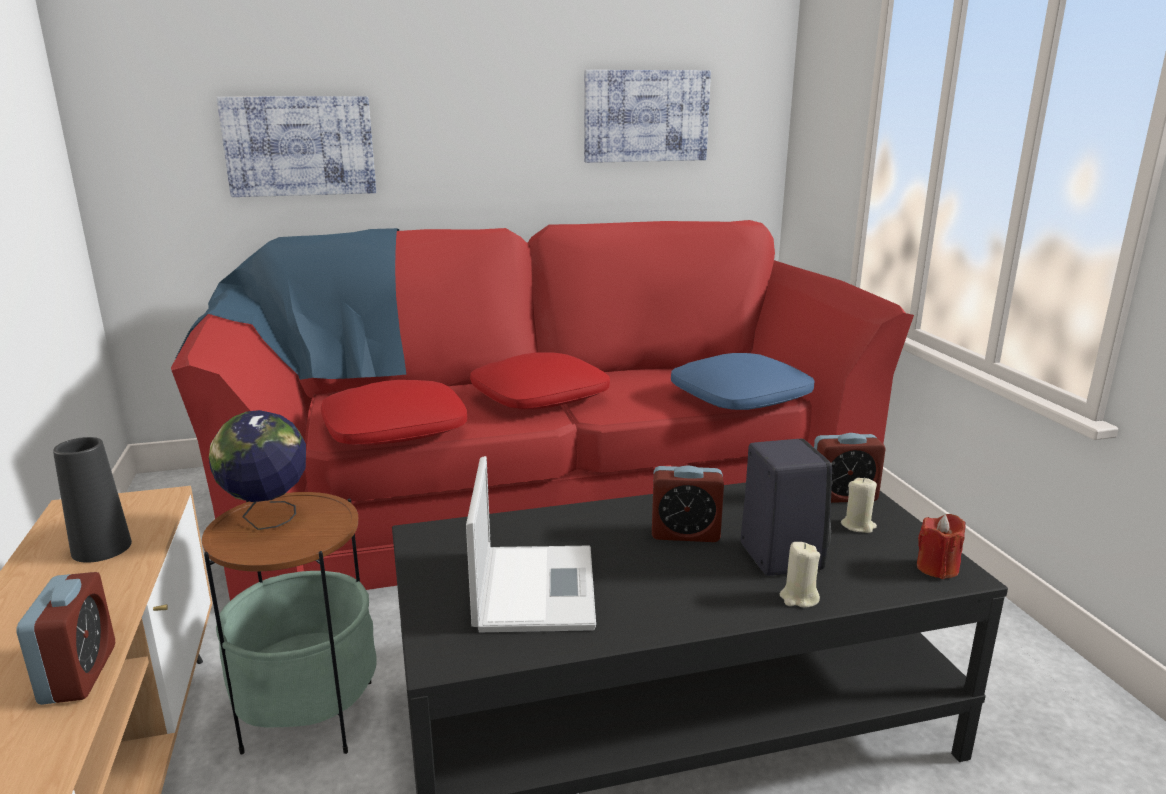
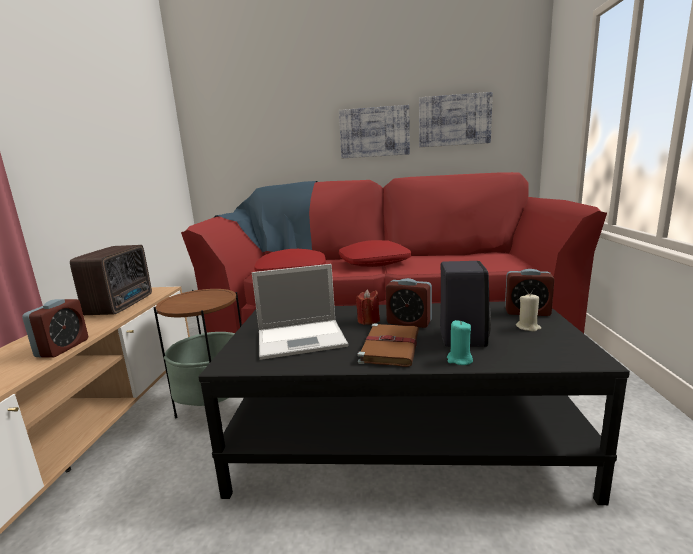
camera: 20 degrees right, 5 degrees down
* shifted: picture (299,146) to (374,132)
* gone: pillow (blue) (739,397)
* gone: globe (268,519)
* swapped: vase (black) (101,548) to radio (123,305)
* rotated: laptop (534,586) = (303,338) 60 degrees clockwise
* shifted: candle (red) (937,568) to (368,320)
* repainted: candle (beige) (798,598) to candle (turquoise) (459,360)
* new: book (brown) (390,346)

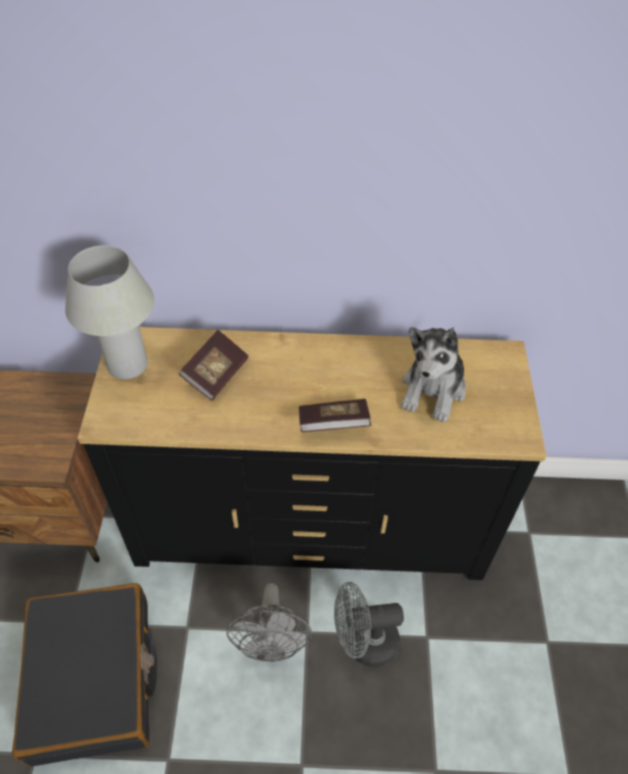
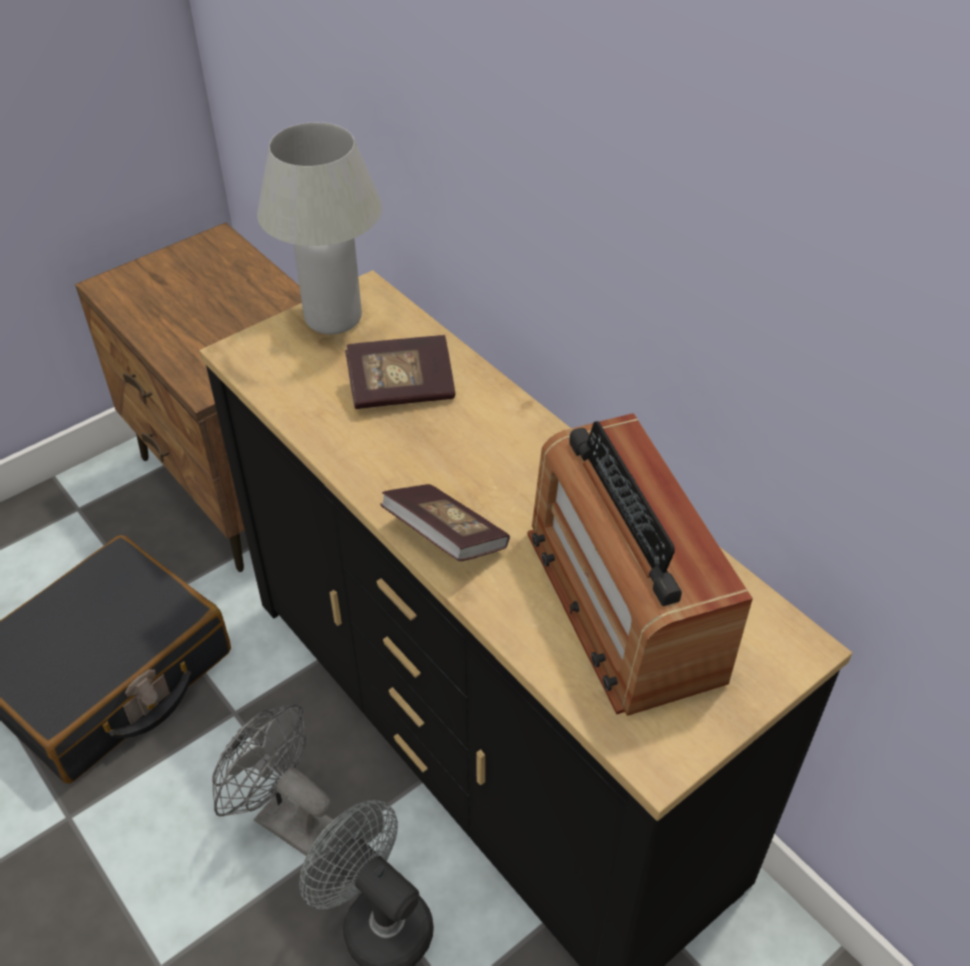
camera: 50 degrees right, 5 degrees down
* swapped: plush toy (433,390) to radio (622,602)
* rotated: fan (grey) (272,646) = (284,818) 75 degrees clockwise

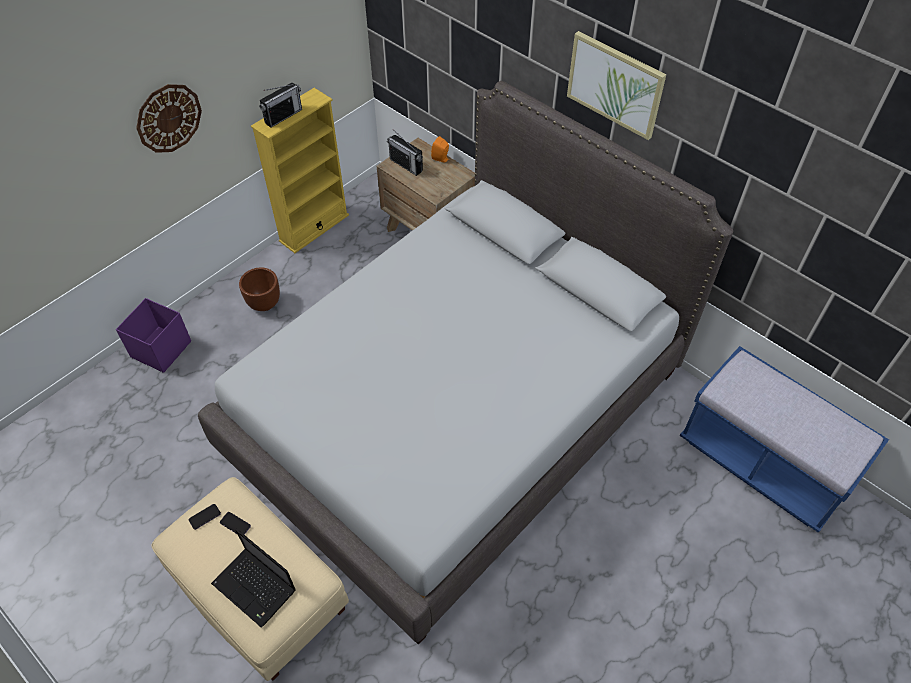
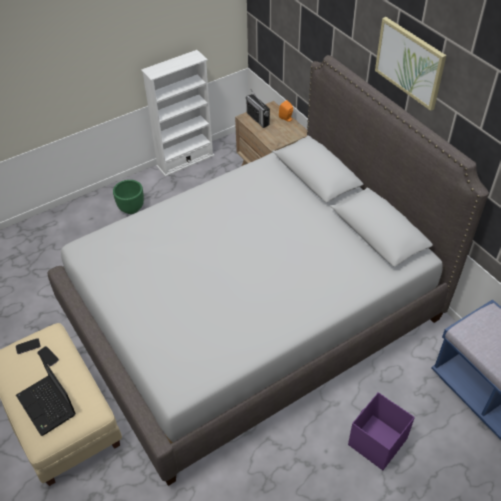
camera: 15 degrees right, 5 degrees down
* gone: radio (283,116)
* gone: wall clock (168,118)
* repainted: bookcase (yellow) (314,228) to bookcase (white) (185,161)
* repainted: planter (brown) (264,303) to planter (green) (131,208)
* shifted: storage box (purple) (160,350) to (376,442)

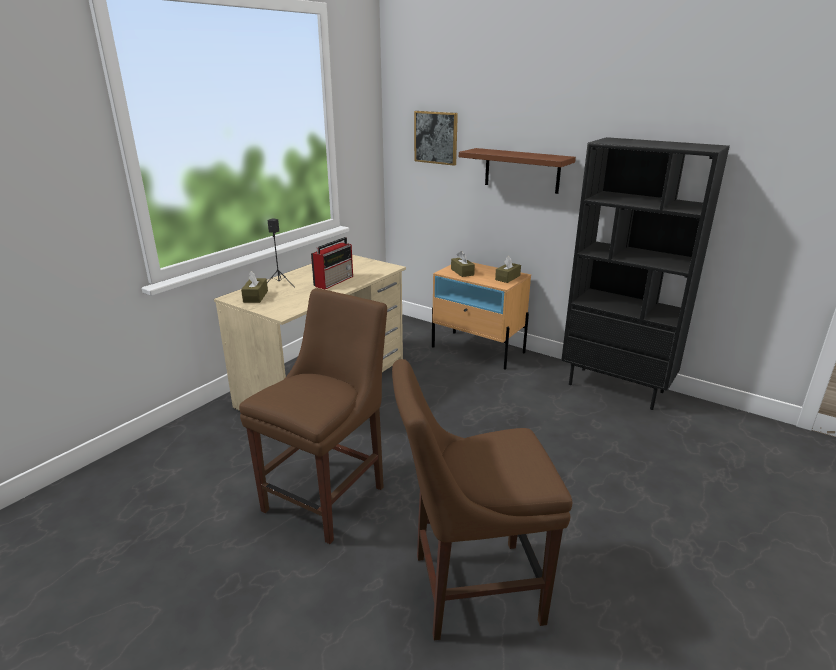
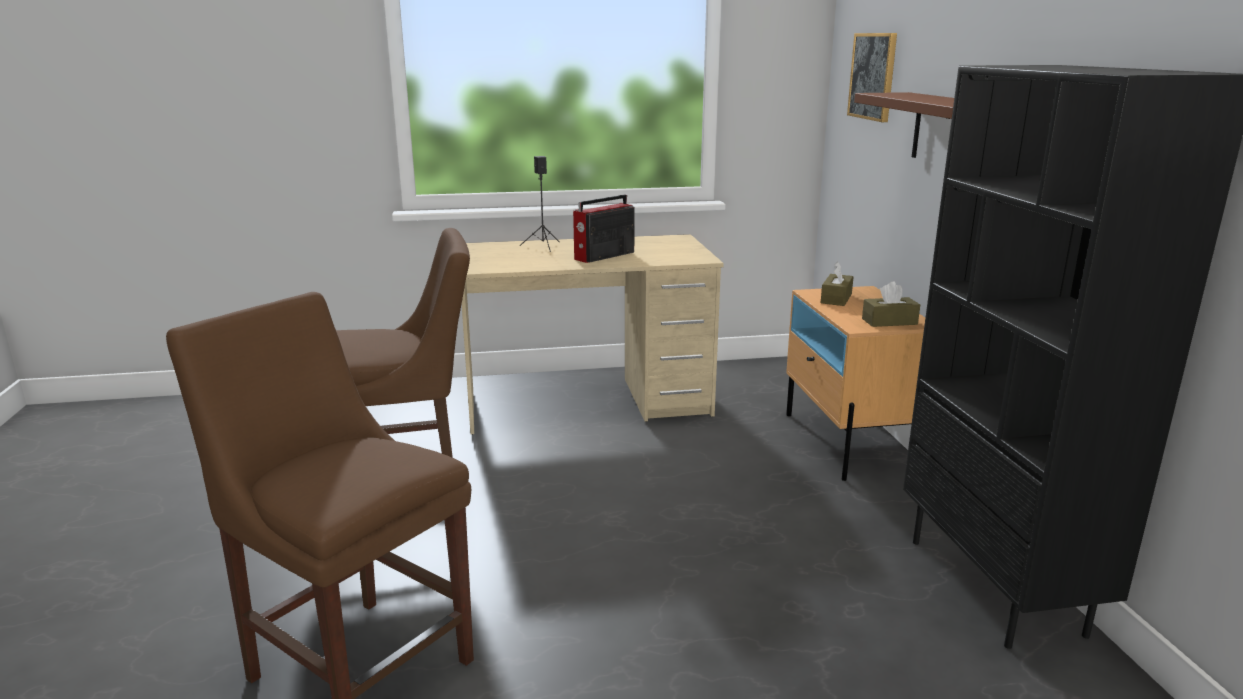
camera: 45 degrees right, 5 degrees down
* rotated: radio (334,281) = (603,256) 150 degrees clockwise
* gone: tissue box (brown) (255,296)

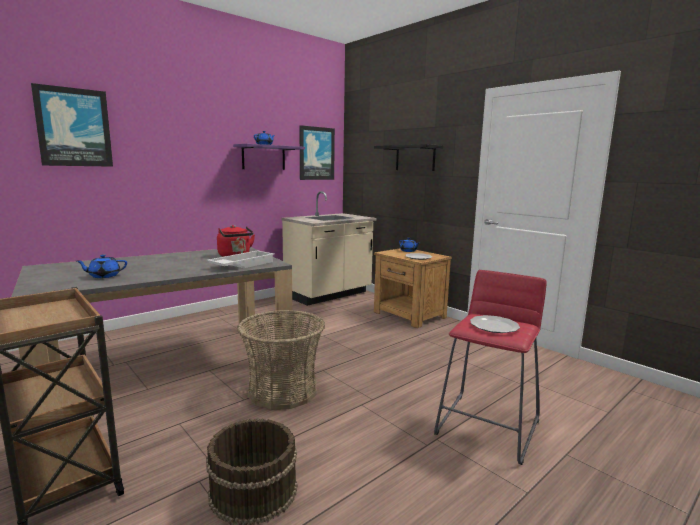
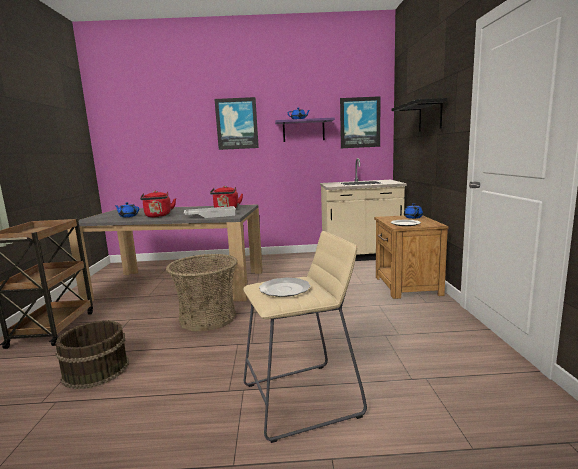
camera: 40 degrees right, 0 degrees up
* shifted: picture (74,127) to (237,123)
* repainted: stool (red) (487,426) to stool (beige) (301,399)
* new: kettle (red) (158,216)

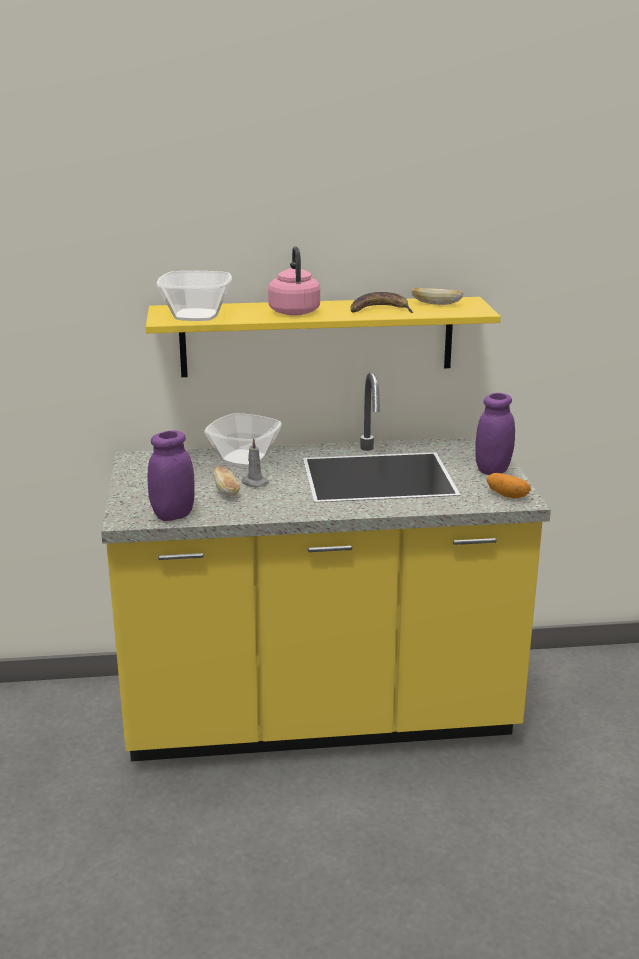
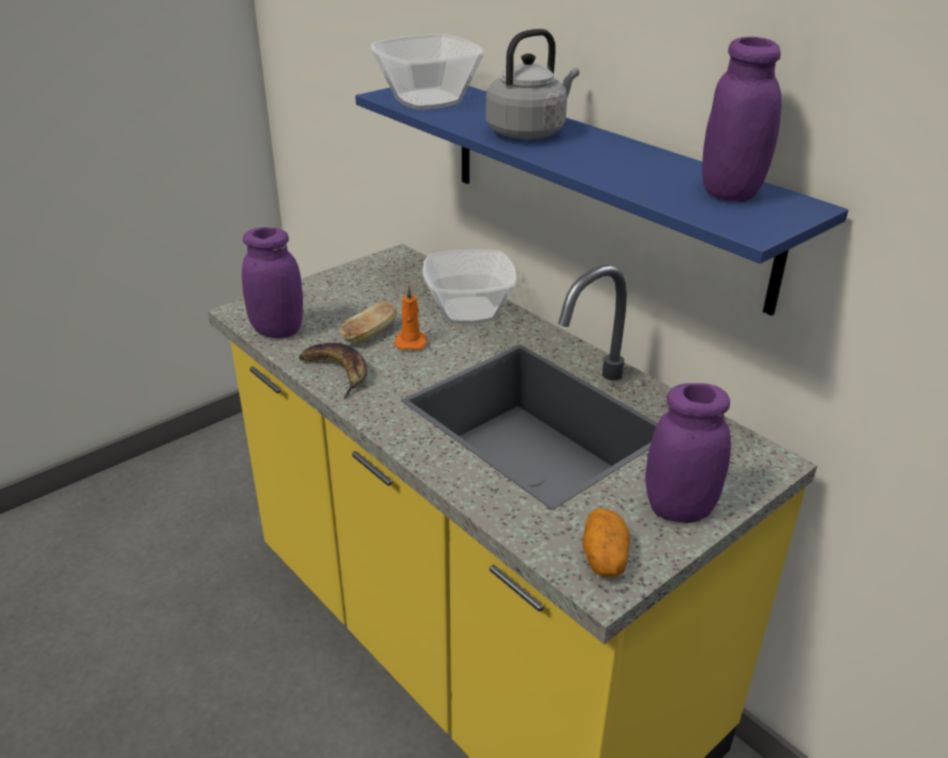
camera: 55 degrees right, 10 degrees up
* repainted: kettle (pink) (294,311) to kettle (grey) (529,132)
* swapped: bread (436,304) to jar (purple) (730,192)
* shifted: banana (380,310) to (337,372)
* repainted: shelf (yellow) (317,336) to shelf (blue) (601,185)
* repainted: candle (grey) (253,482) to candle (orange) (411,341)

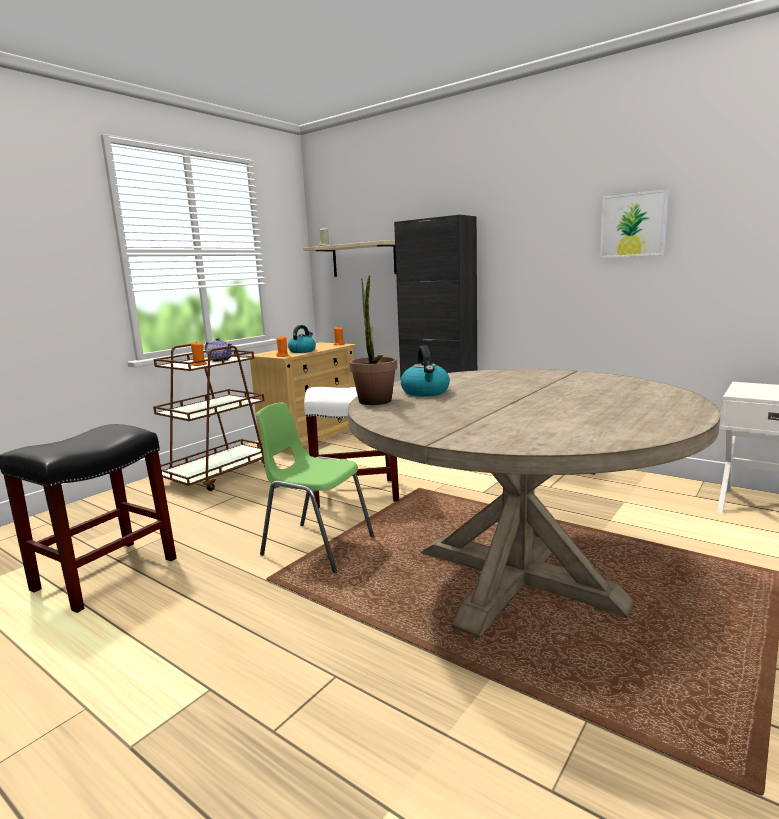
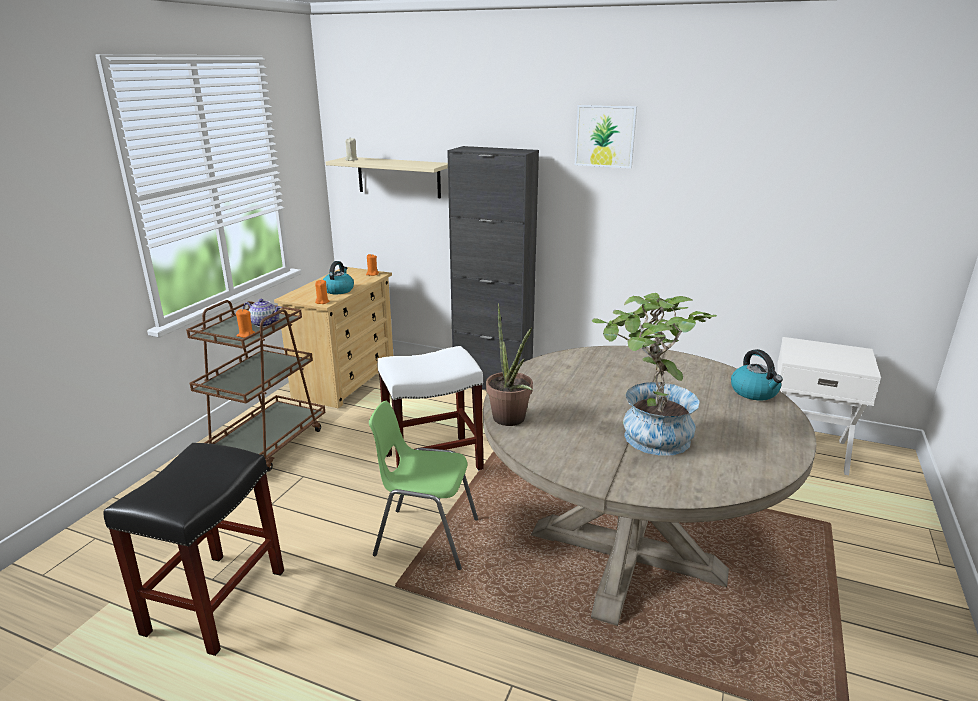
camera: 15 degrees left, 10 degrees up
* shifted: picture (633,225) to (605,136)
* shifted: kettle (425,392) to (755,392)
* new: potted plant (646,437)

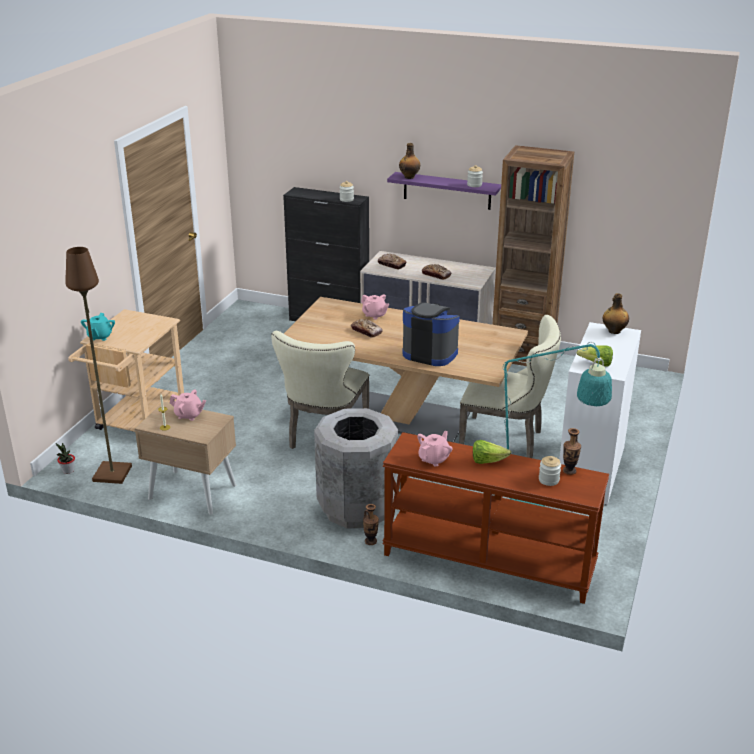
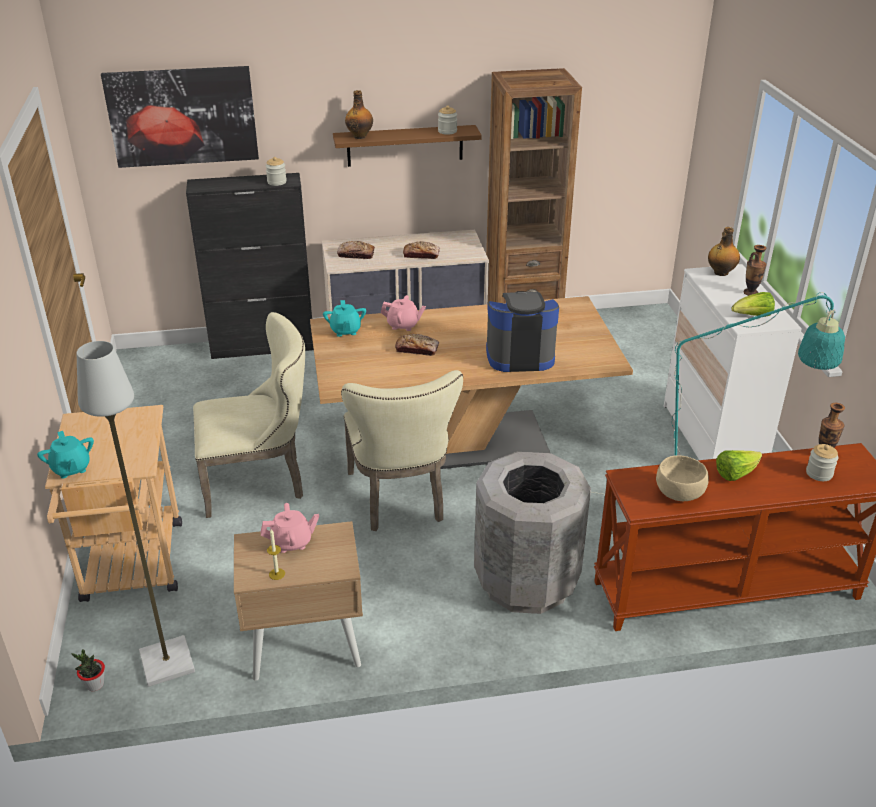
camera: 30 degrees left, 5 degrees up
* repainted: shelf (purple) (447,191) to shelf (brown) (405,145)
* repainted: floor lamp (brown) (112,473) to floor lamp (grey) (165,662)
* shifted: chair (beige) (506,439) to (260,481)
* swapped: teapot (pink) (434,459) to bowl (beige) (680,493)
* shifted: vase (370,541) to (750,293)
* new: picture (182,116)
* new: teapot (turquoise) (345,331)

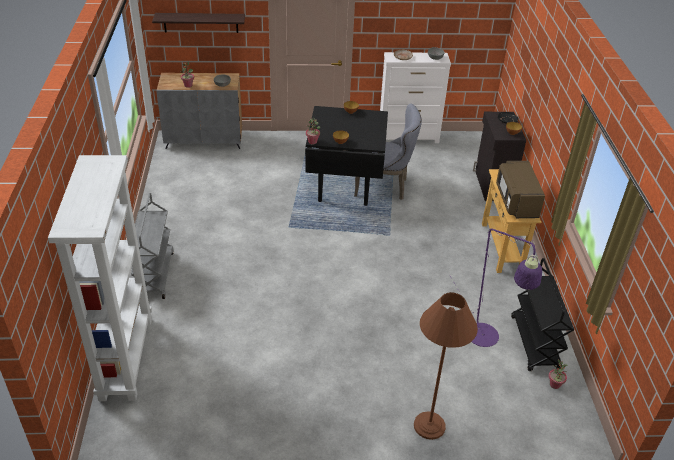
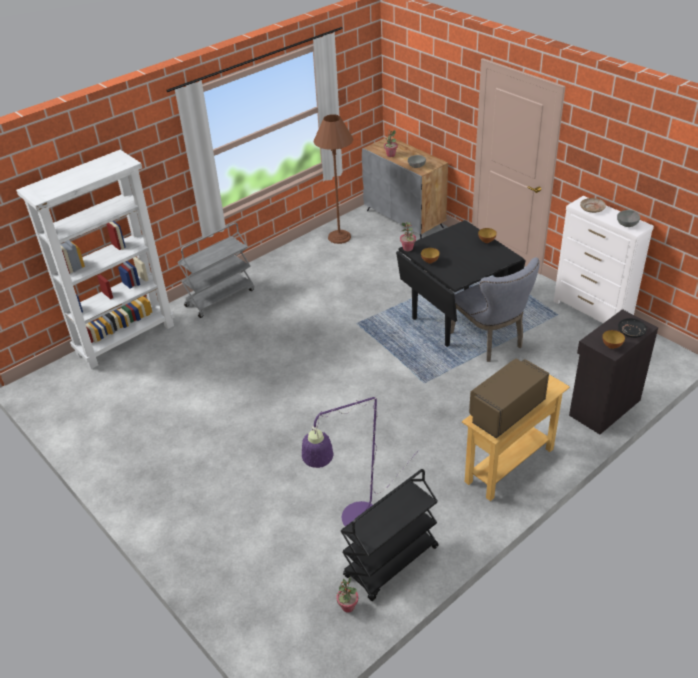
camera: 55 degrees right, 0 degrees up
* gone: shelf (201,22)
* shifted: floor lamp (brown) (429,426) to (339,237)

